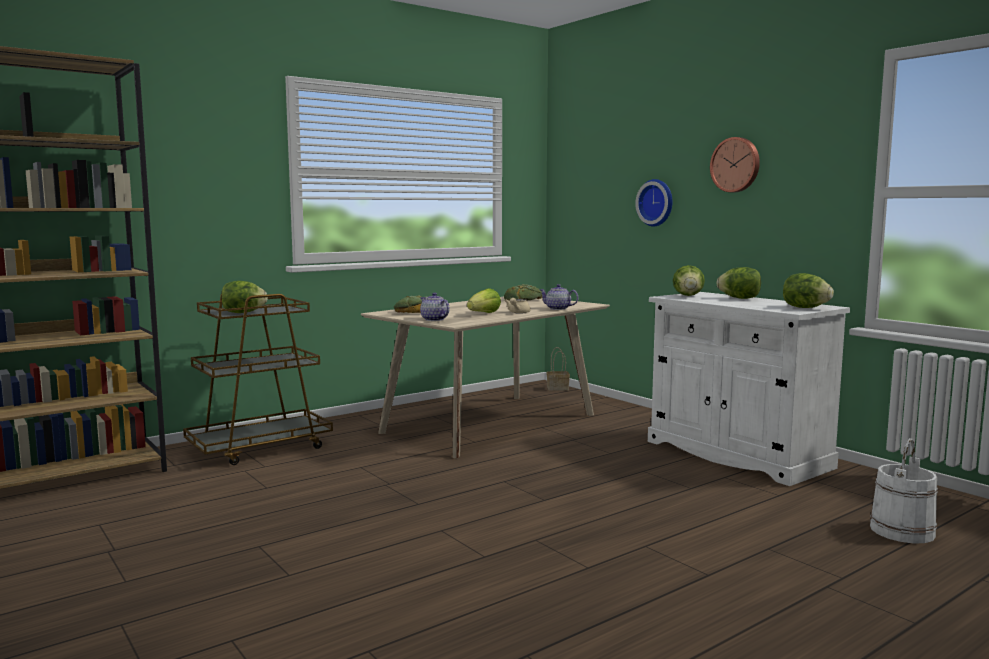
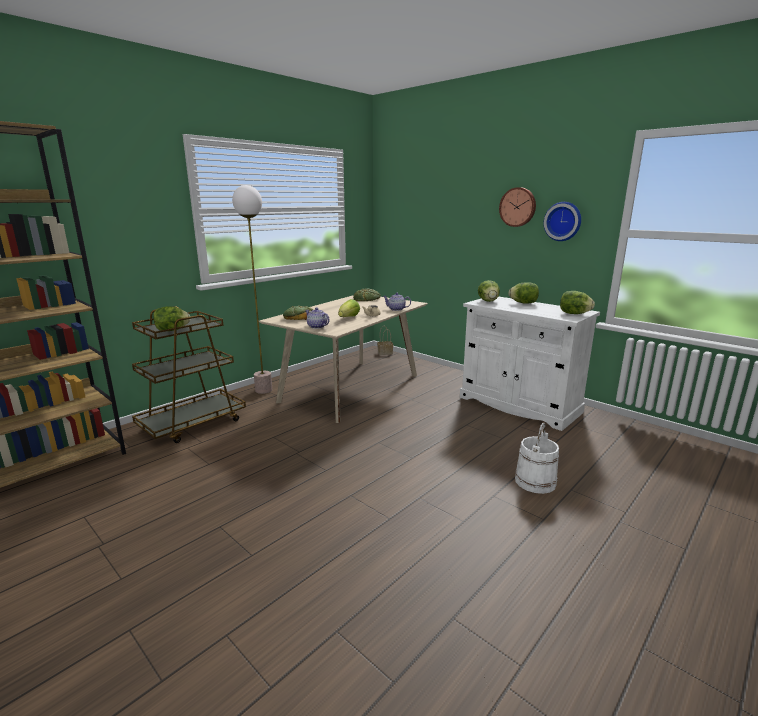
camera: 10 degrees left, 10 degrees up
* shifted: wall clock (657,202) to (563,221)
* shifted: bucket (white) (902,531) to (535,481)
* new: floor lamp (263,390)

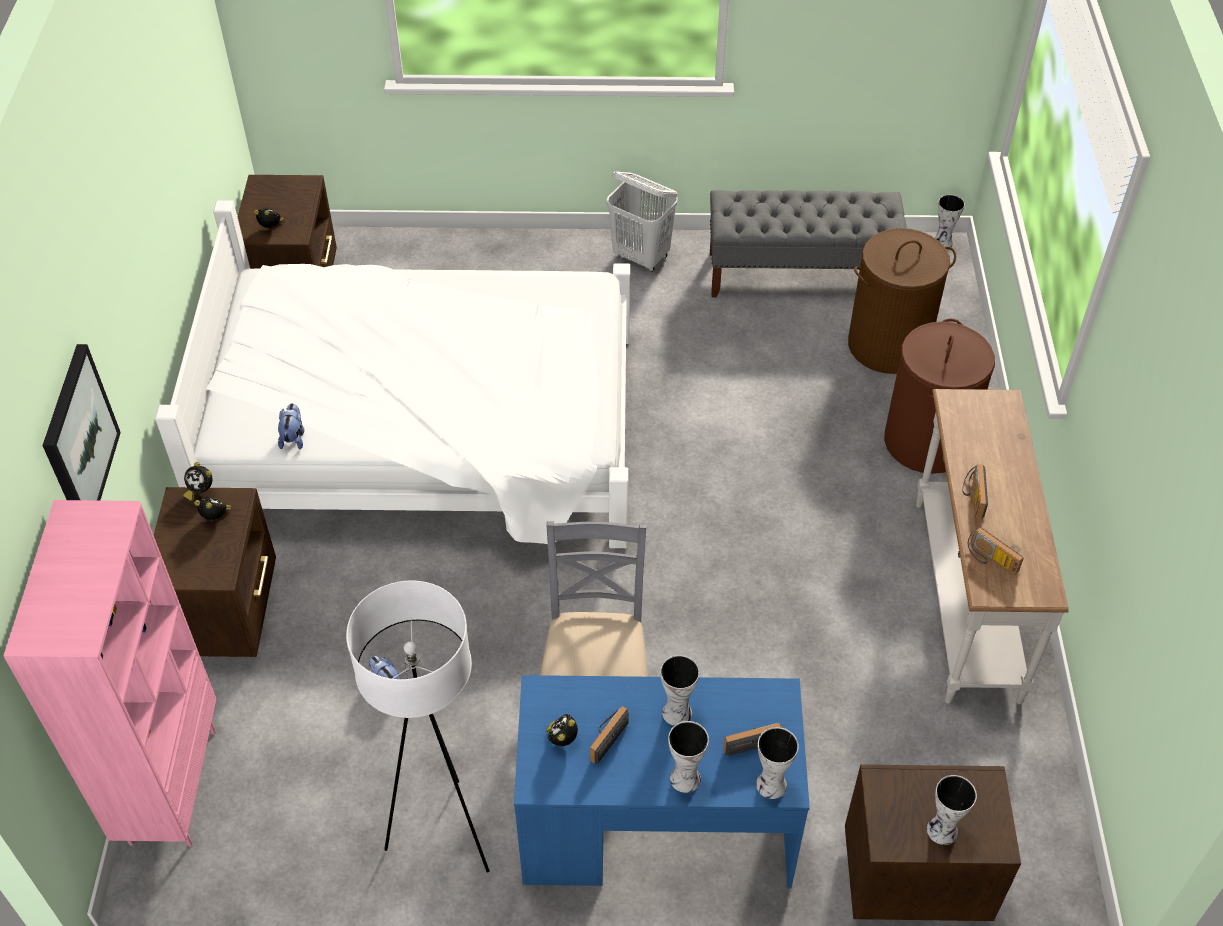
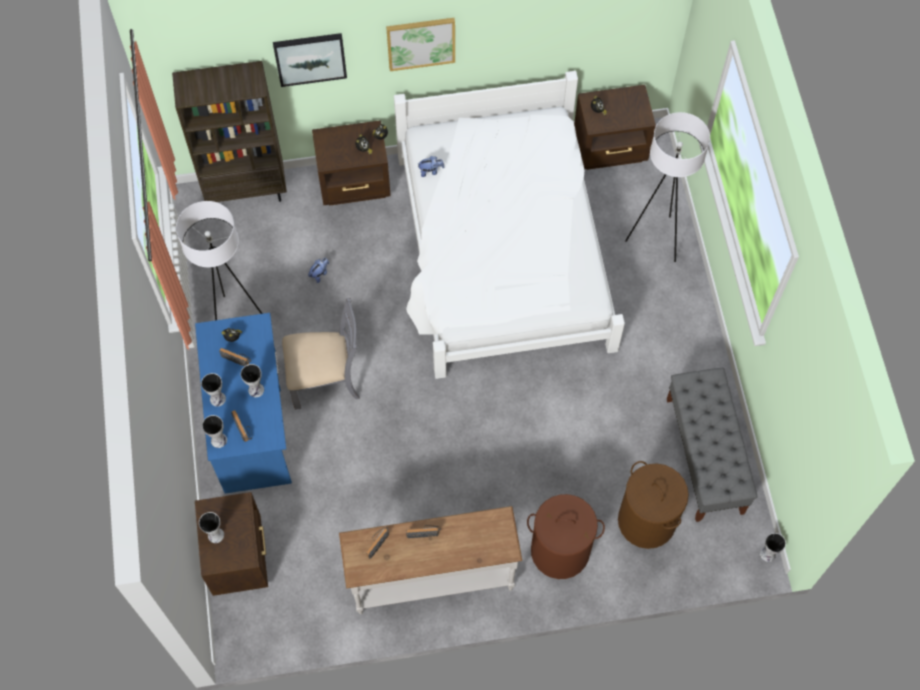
camera: 80 degrees right, 15 degrees up
* gone: laundry basket (white) (641,257)
* repainted: bookcase (pink) (171,785) to bookcase (brown) (247,191)
* new: picture (421,42)
* new: floor lamp (white) (656,239)

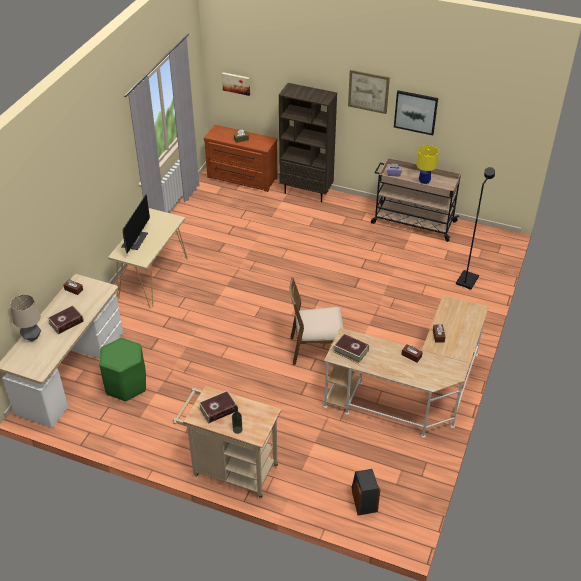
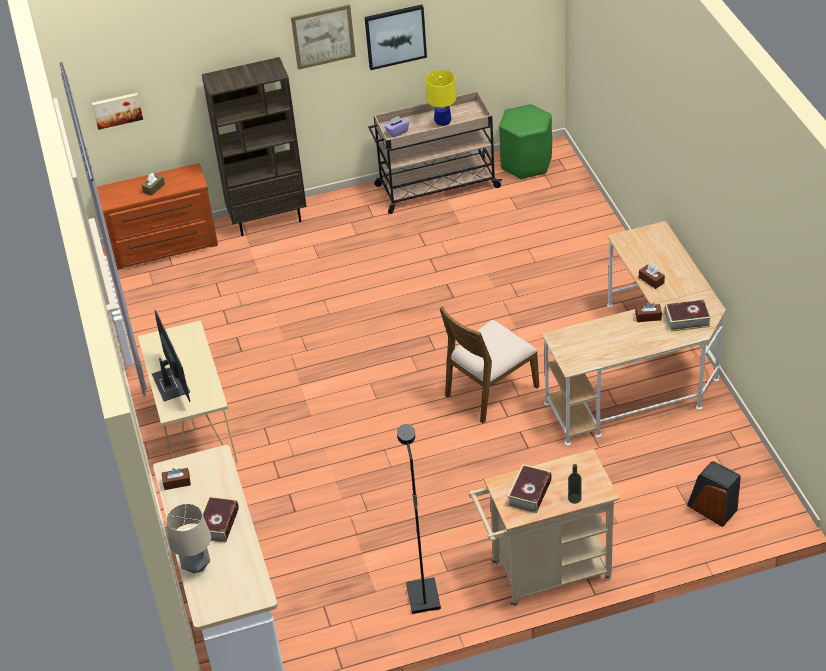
camera: 35 degrees left, 0 degrees up
* shifted: floor lamp (black) (466,280) to (422,597)
* shifted: book (350,351) to (687,320)
* shifted: stool (green) (126,385) to (526,164)

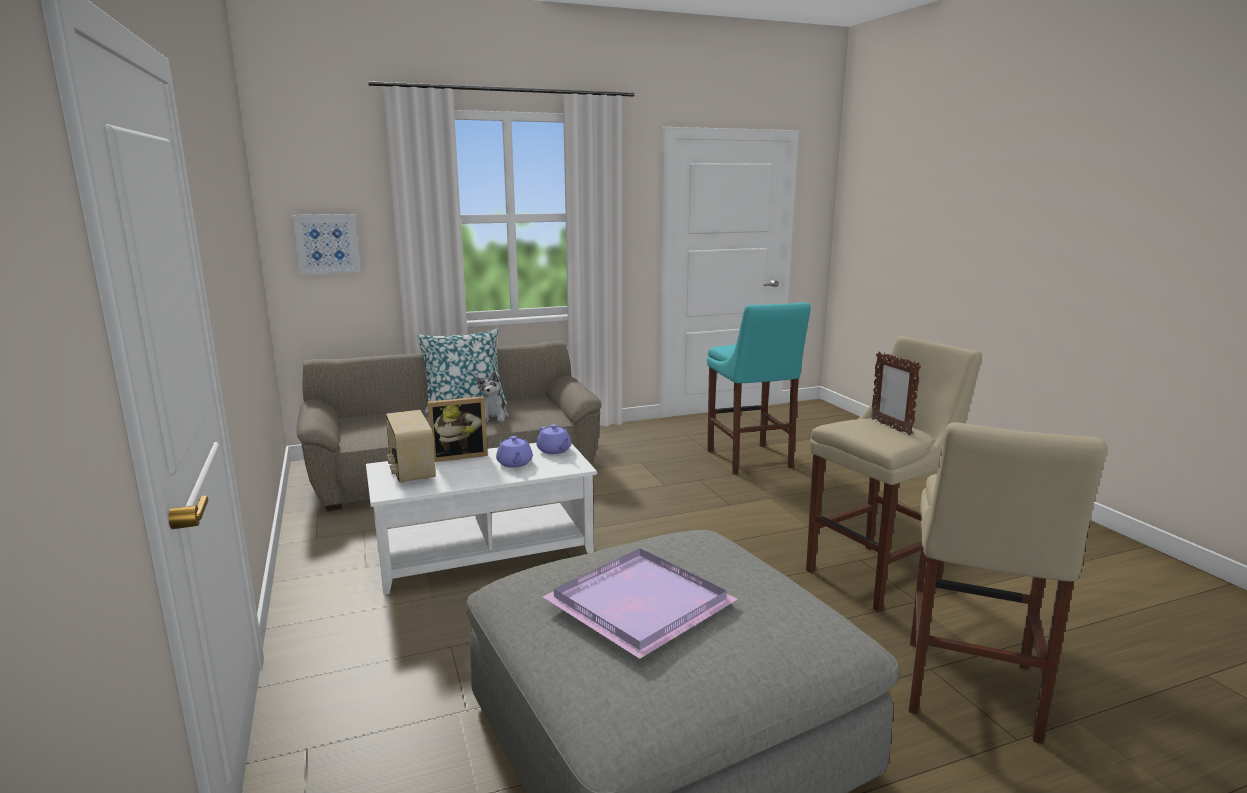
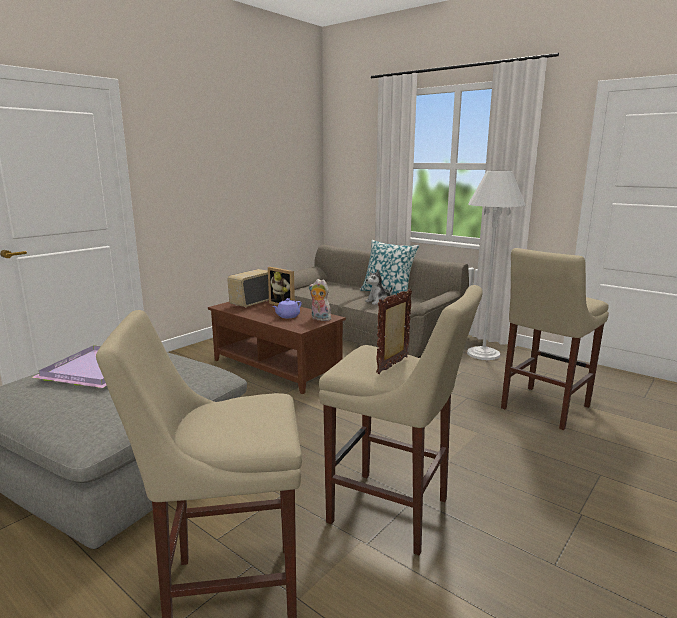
camera: 60 degrees right, 0 degrees up
* gone: picture (327,243)
* repainted: stool (turquoise) (750,461) to stool (beige) (542,408)
* swapped: teapot (purple) (554,451) to plush toy (319,319)
* repainted: coffee table (white) (485,552) to coffee table (brown) (277,367)
* new: floor lamp (white) (483,354)

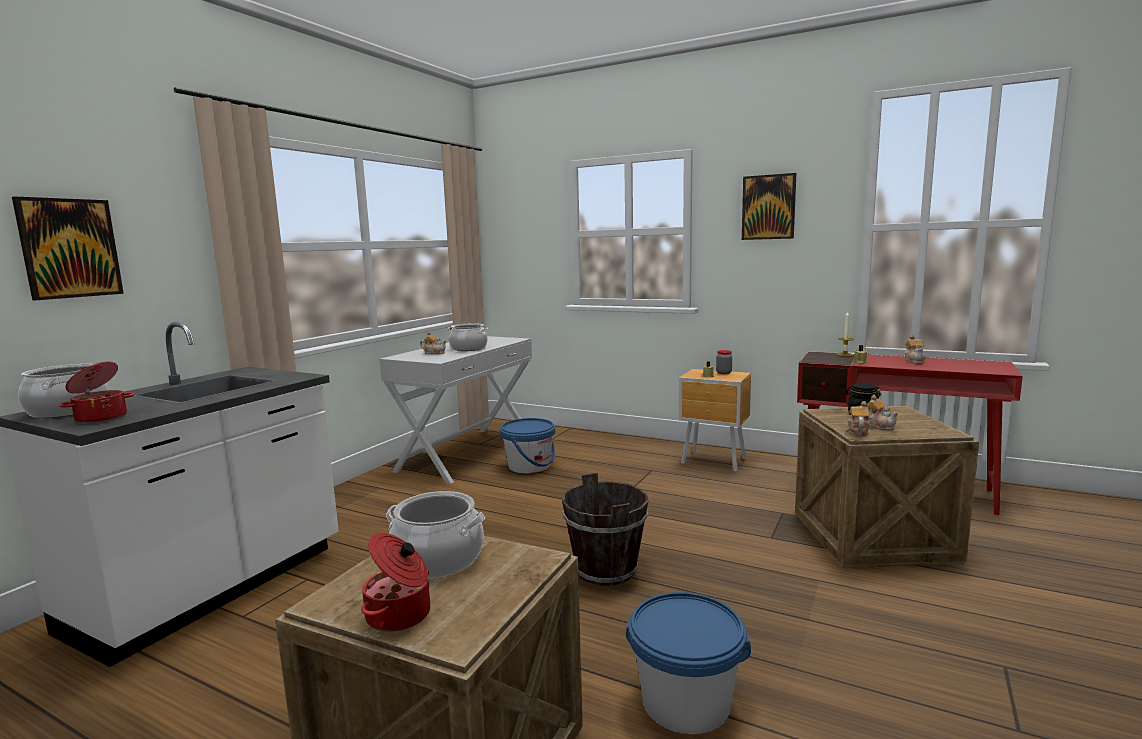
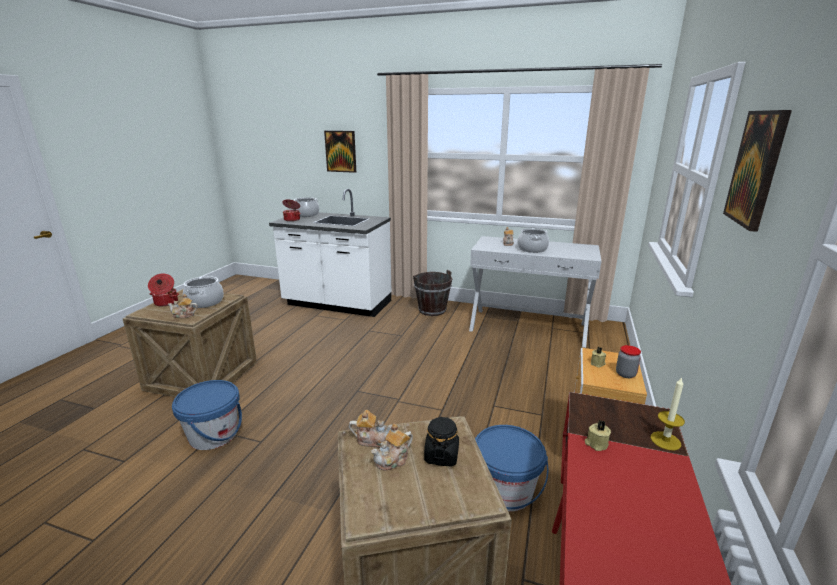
camera: 80 degrees right, 10 degrees up
* shifted: teapot (914,361) to (184,315)
* shifted: bucket (blue) (529,466) to (505,490)
* shifted: bucket (brown) (606,570) to (432,310)

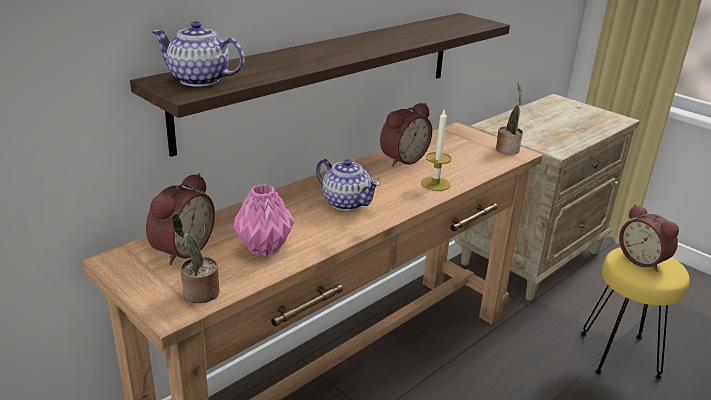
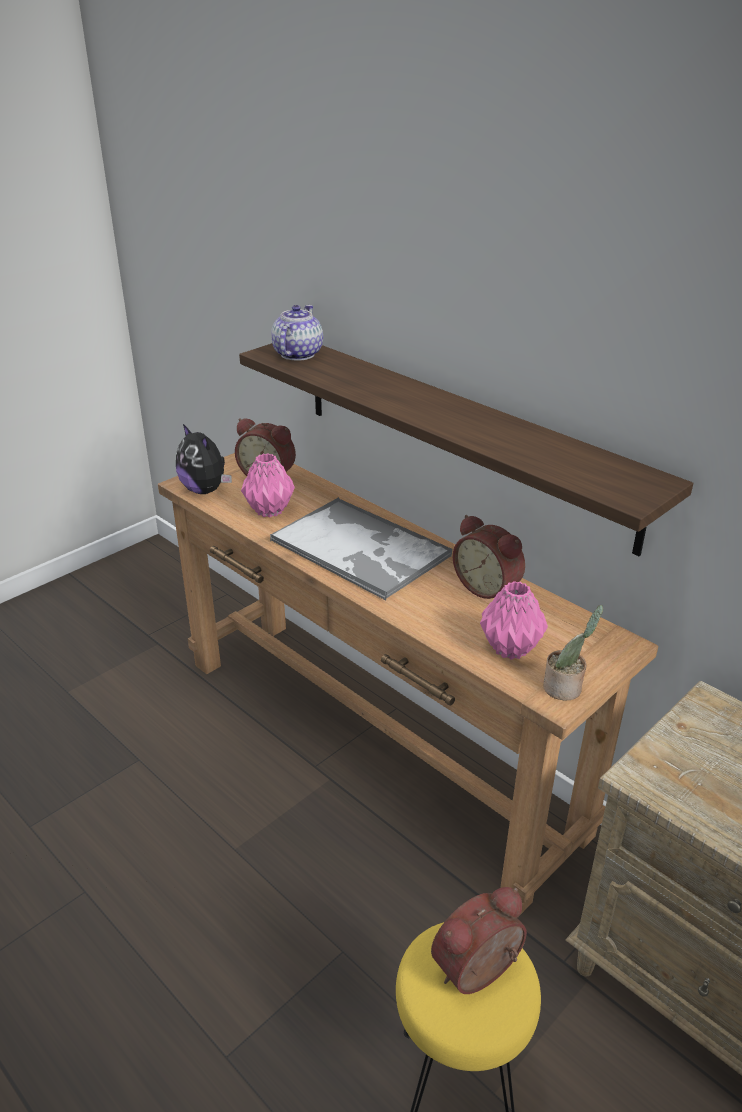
camera: 90 degrees right, 5 degrees up
* gone: candle (435,184)
* swapped: teapot (346,202) to tray (361,549)
* swapped: potted plant (198,293) to plush toy (205,490)
* new: vase (pink) (509,649)

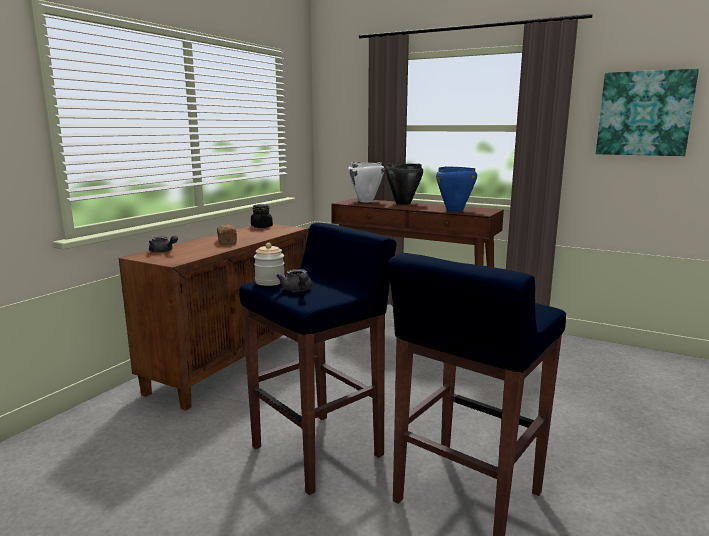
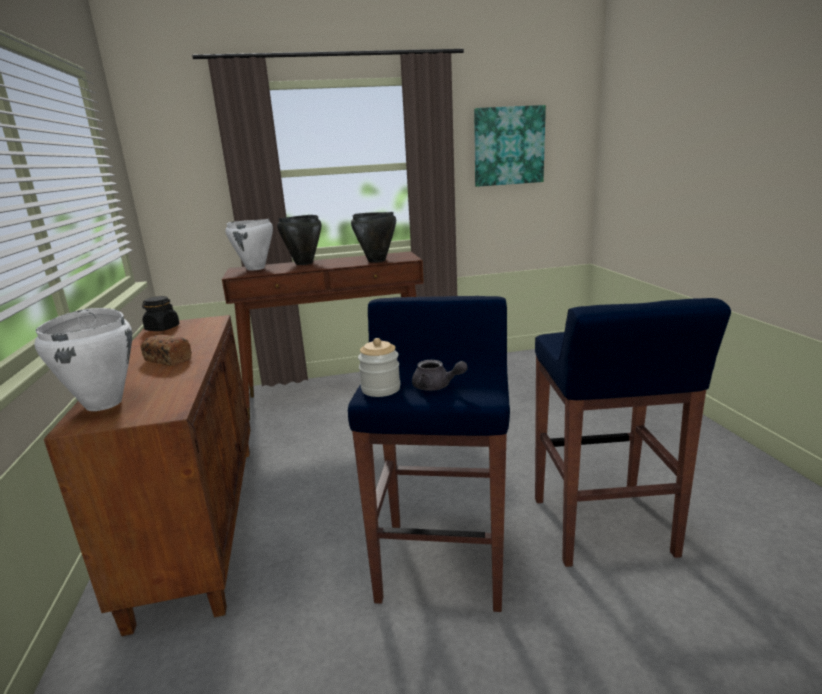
camera: 40 degrees left, 5 degrees up
* repainted: cooking pot (blue) (454,210) to cooking pot (black) (376,261)
* swapped: teapot (grey) (163,251) to cooking pot (white) (104,403)

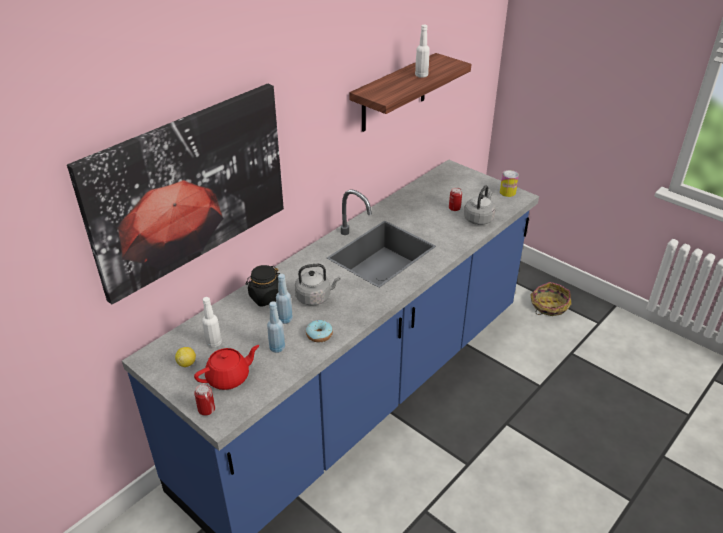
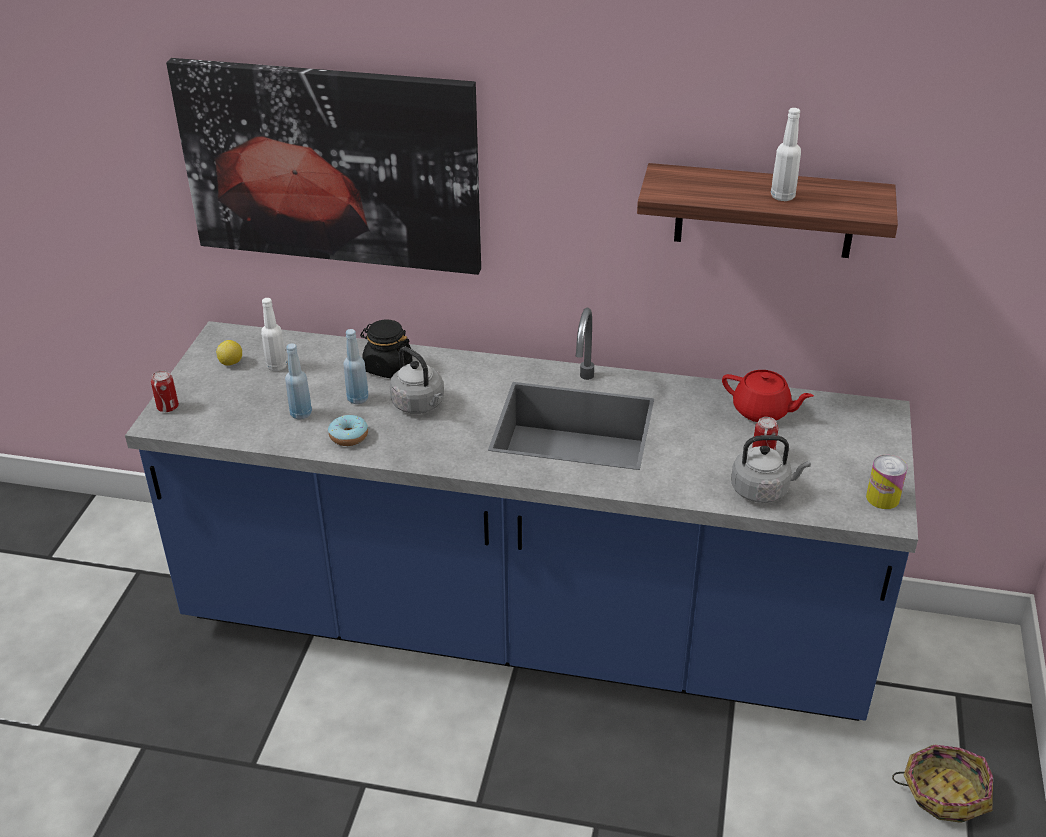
camera: 60 degrees right, 0 degrees up
* shifted: teapot (red) (229,378) to (762,411)

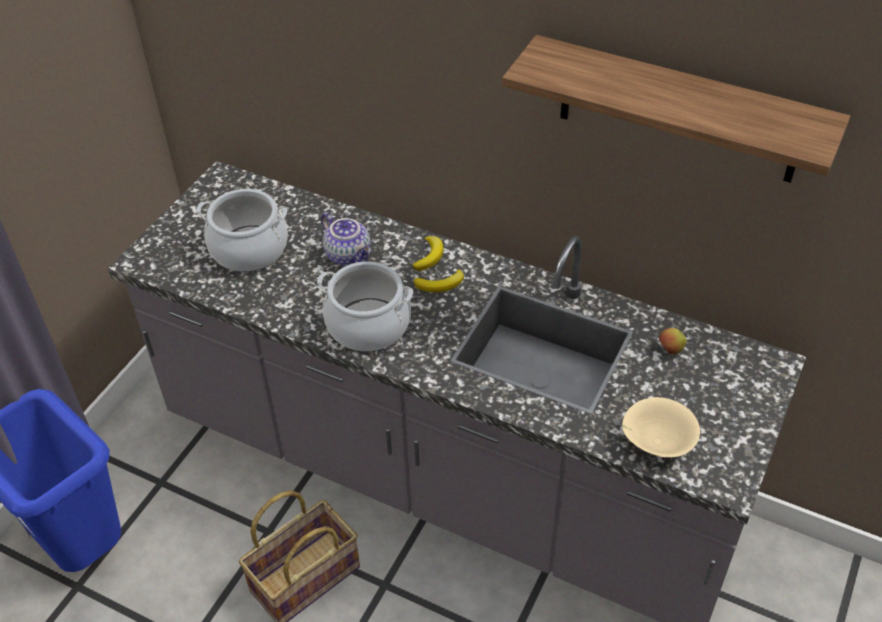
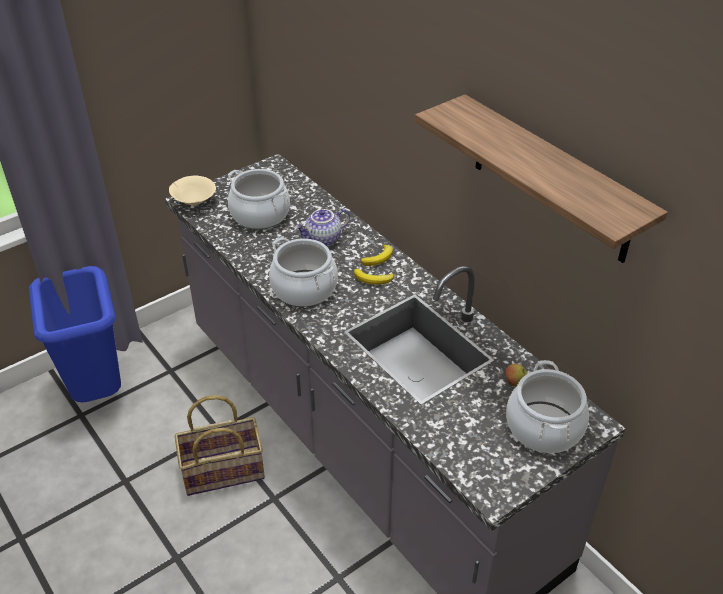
camera: 25 degrees right, 5 degrees down
* rotated: teapot (349,255) = (323,240) 75 degrees clockwise
* shifted: bowl (beige) (656,443) to (193,202)
* new: cooking pot (544,427)

